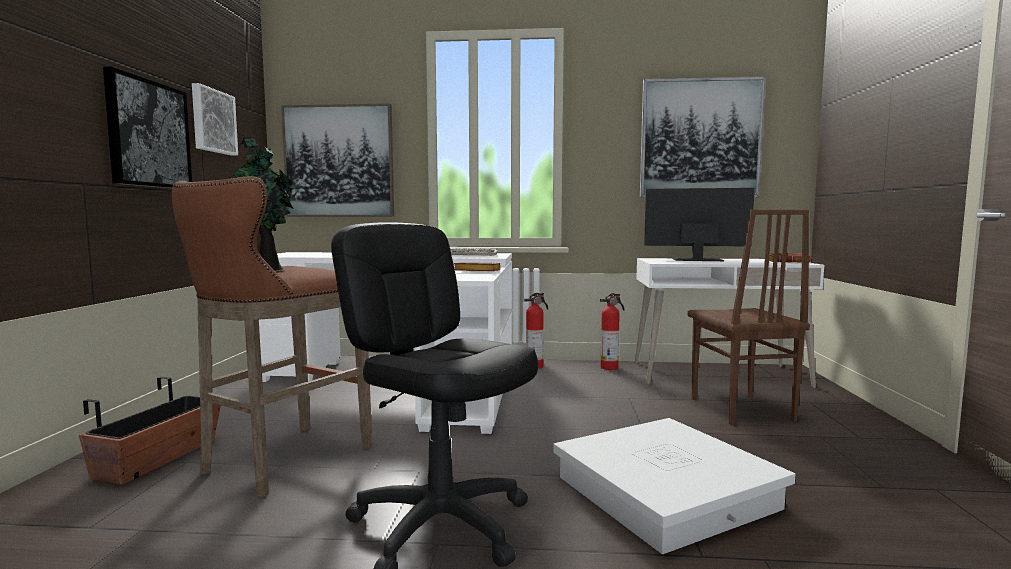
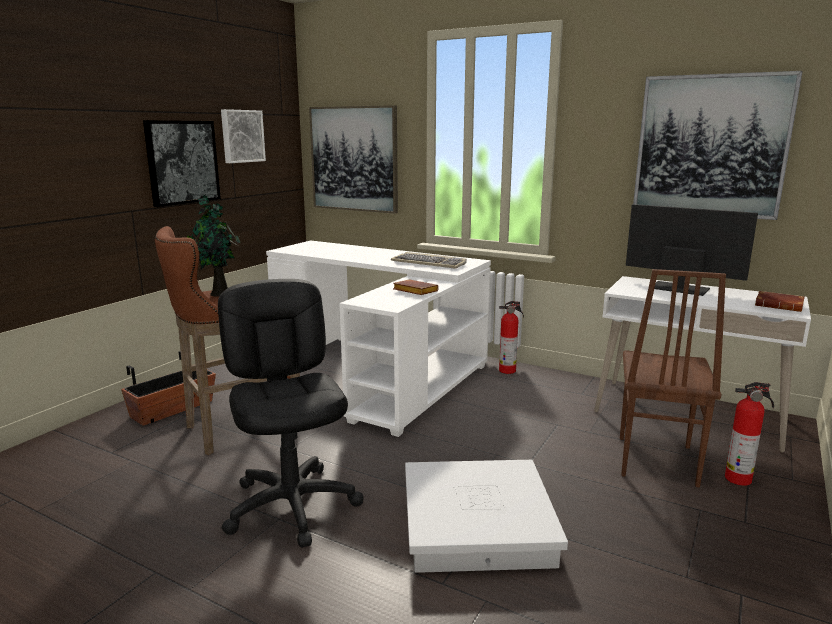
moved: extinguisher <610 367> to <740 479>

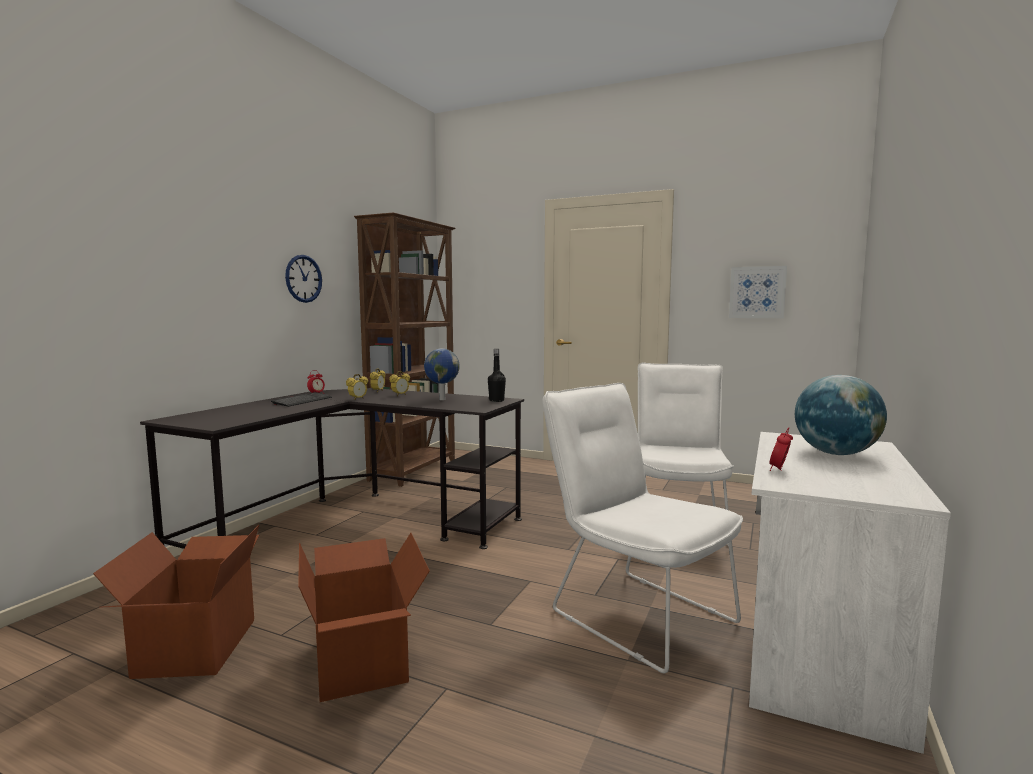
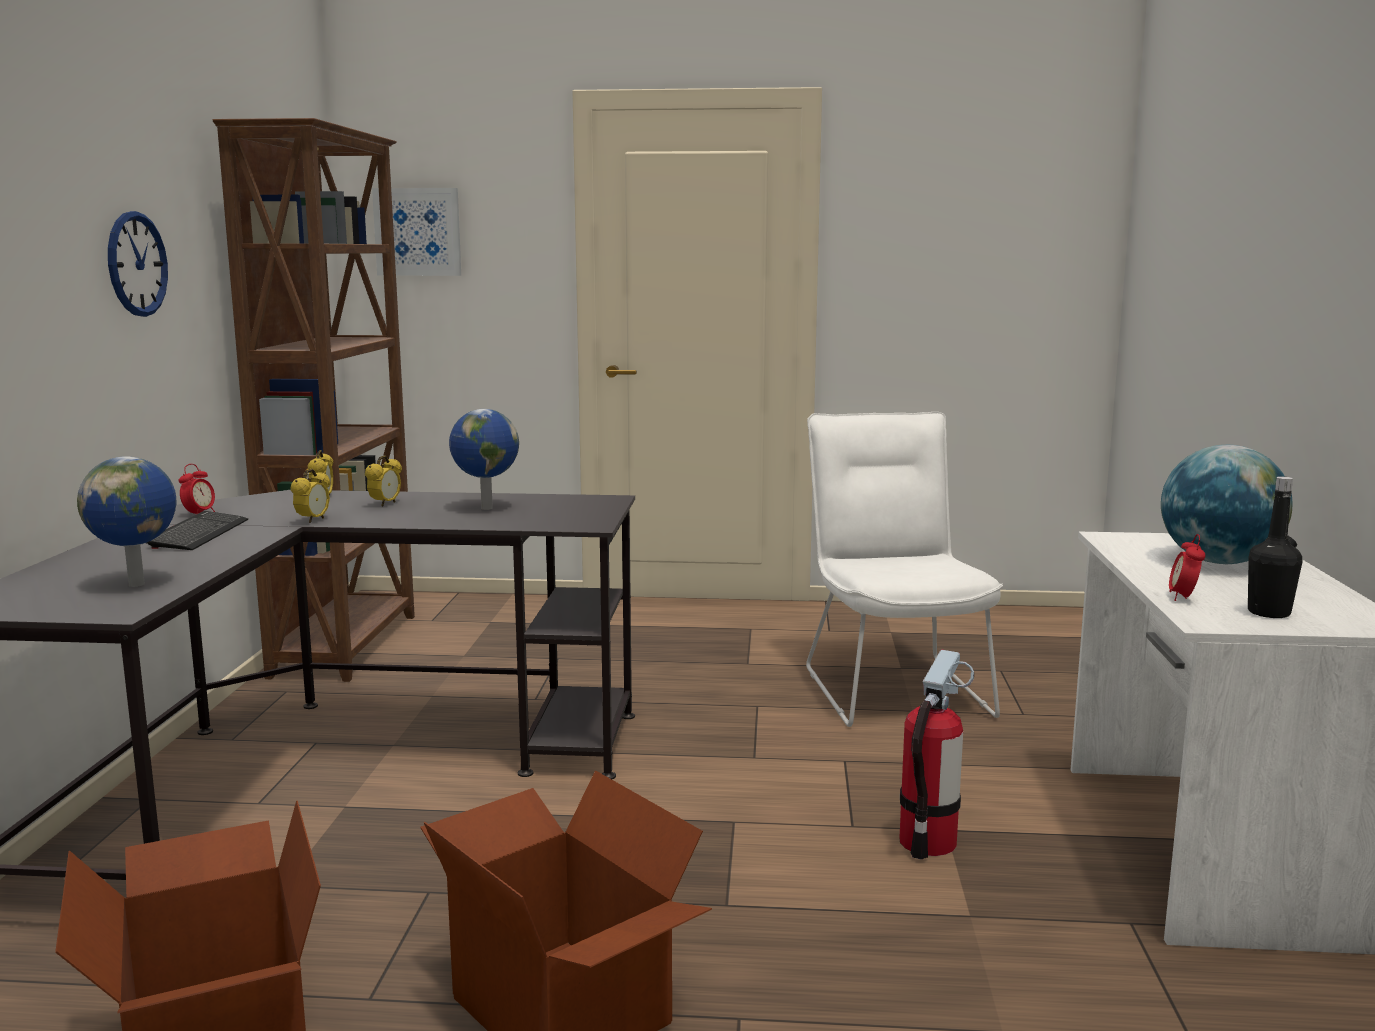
added: world_globe <139 584>
moved: blackish_beverage_bottle <496 400> to <1269 613>; picture <757 292> to <418 232>
replaced: white_chair <633 612> to extinguisher <928 842>

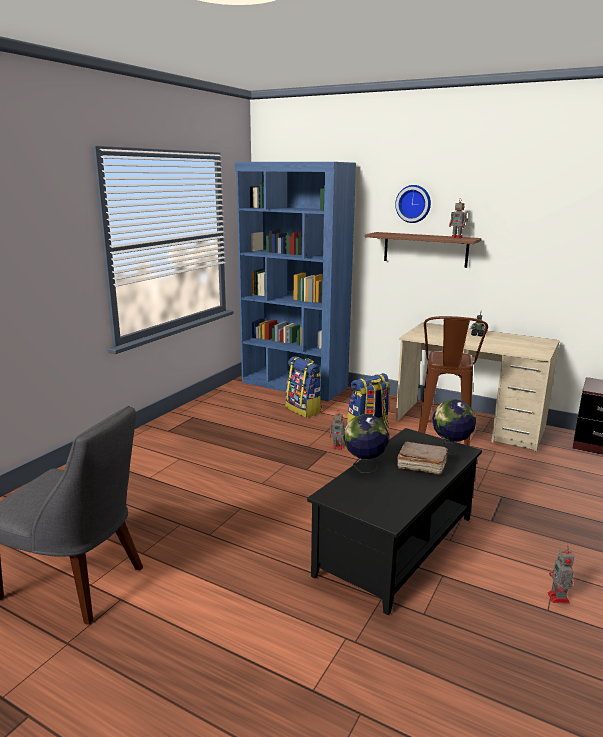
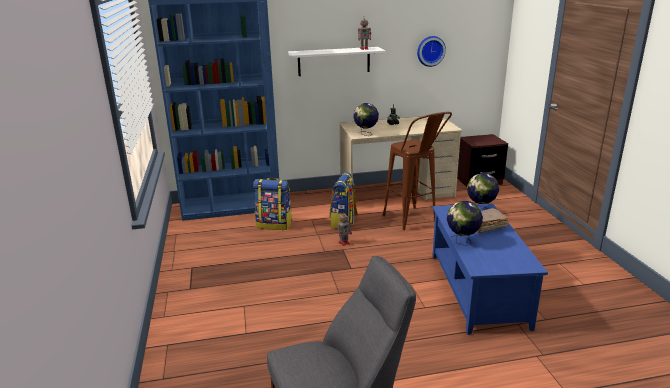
removed: robot_figure <558 598>
added: world_globe <366 134>
moved: hanging_clock <414 203> to <430 51>
recoloured: blackish_lounge_table <395 545> to blue_lounge_table <476 289>; brown_bracket_shelf <425 249> to white_bracket_shelf <334 61>

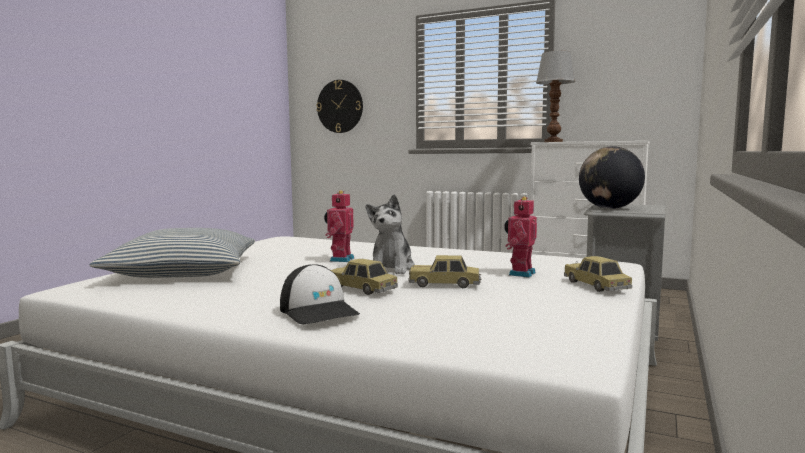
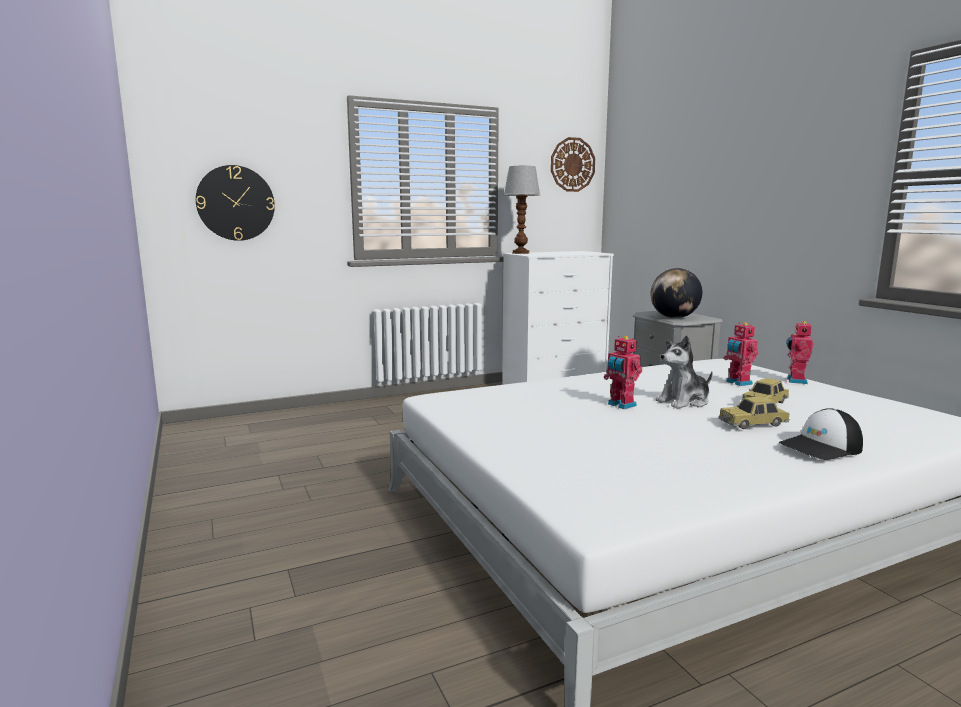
removed: cushion <184 271>
added: hanging_clock <572 164>
replaced: miniature_car <596 286> to robot_figure <795 380>
turned: cap <319 311> = <821 447> 150 degrees clockwise; cuddly_toy <392 268> = <684 401> 105 degrees clockwise

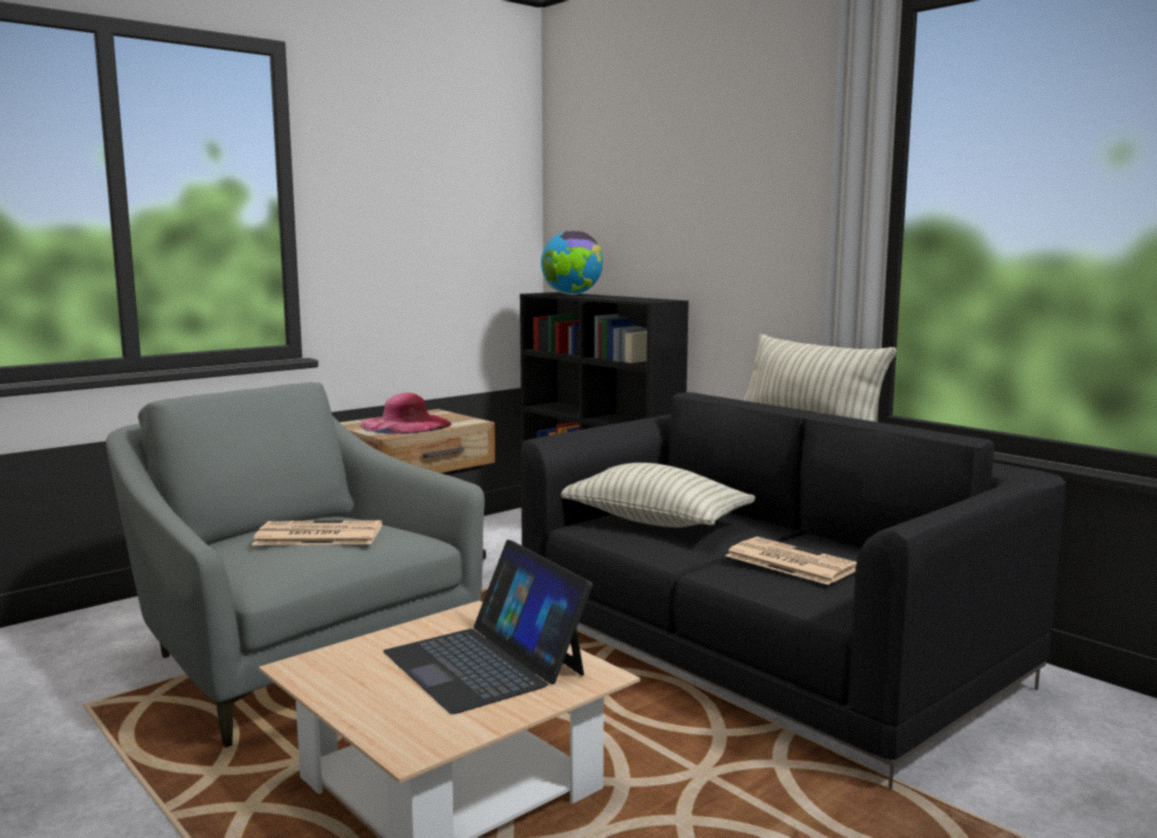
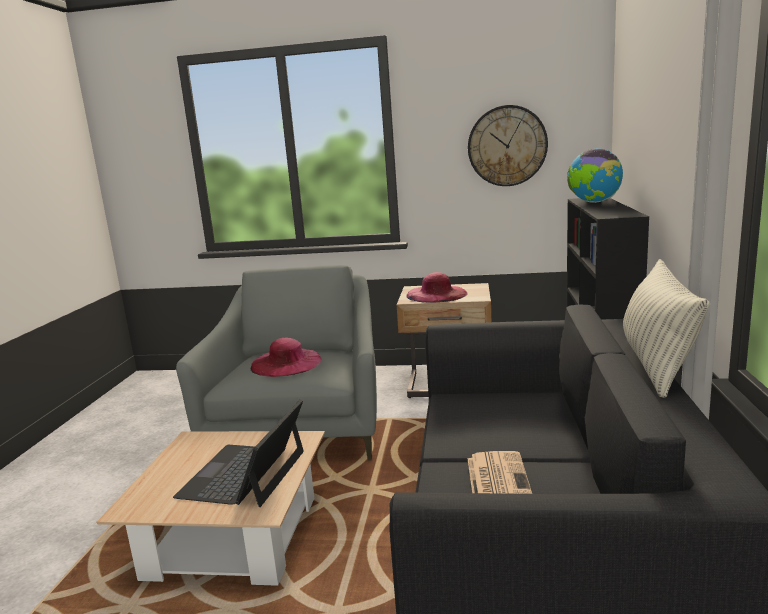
removed: cushion <654 521>
added: hanging_clock <507 146>
replaced: printed_paper <317 535> to pink_wearable_hat <286 362>

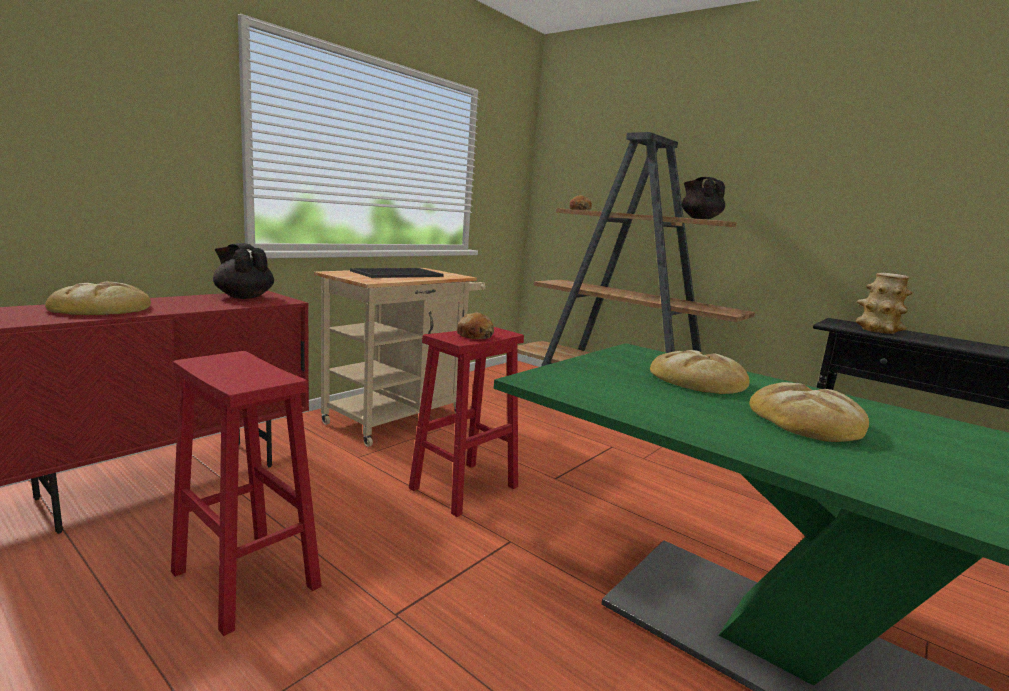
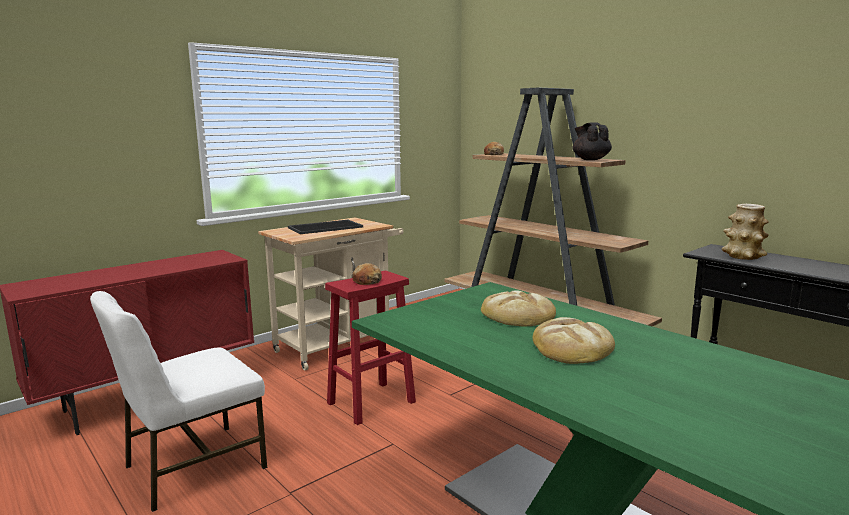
removed: bakery_bread <102 308>; blackish_teapot <243 297>
replaced: red_sitting_stool <244 578> to white_chair <192 466>

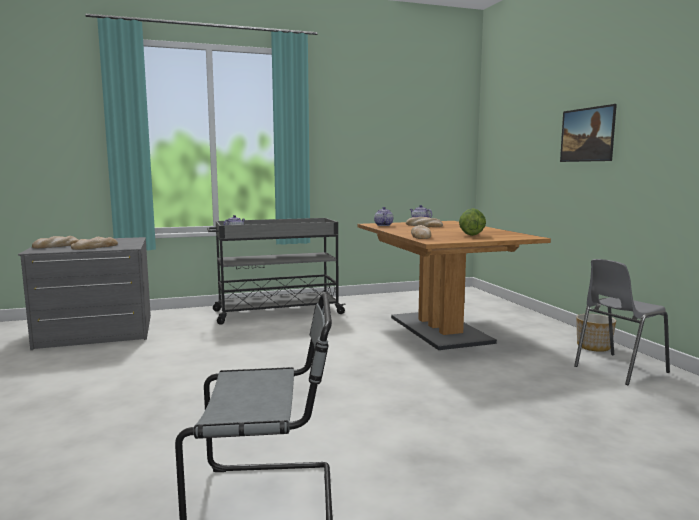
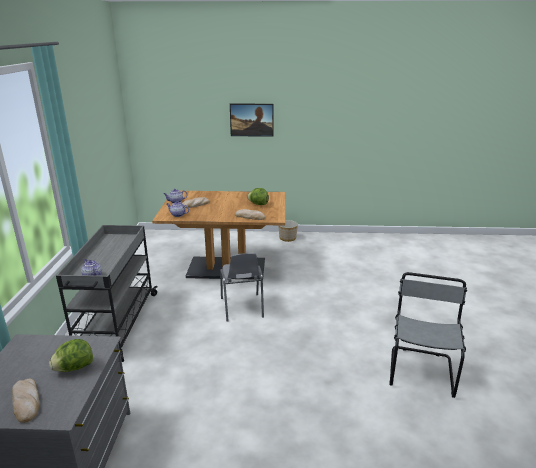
moved: greyish_chair <618 369> to <242 308>
replaced: bakery_bread <95 247> to lettuce_head <74 368>

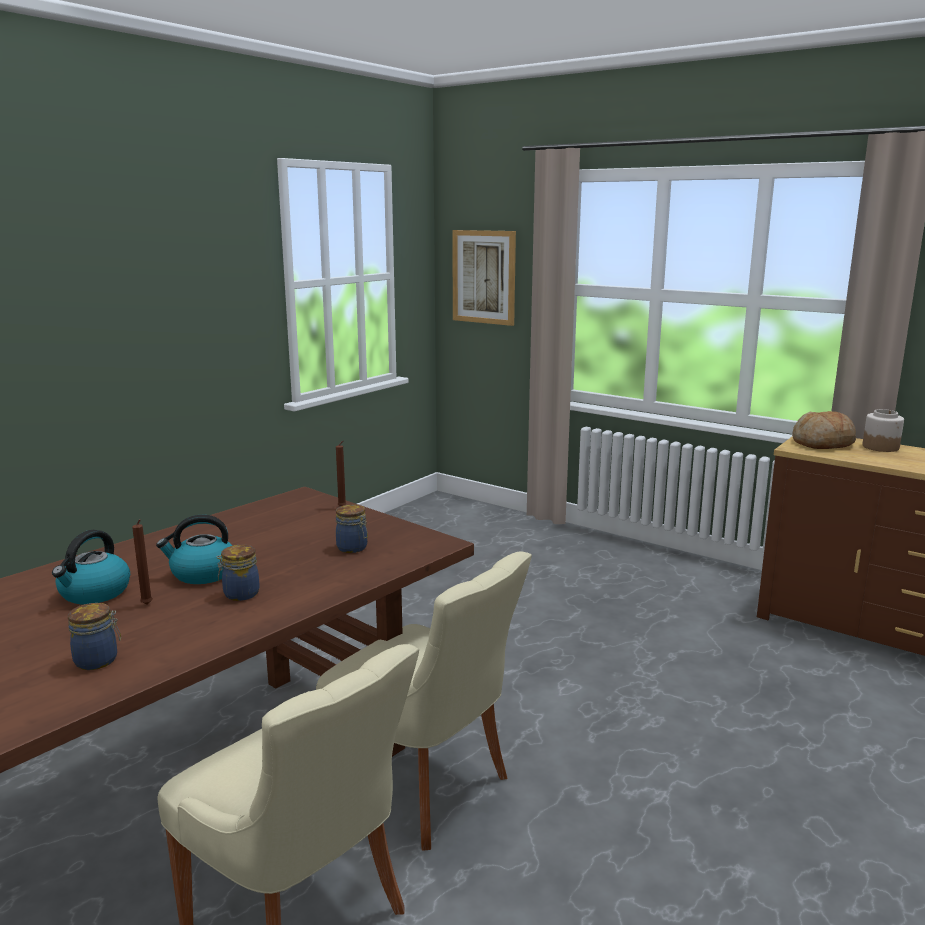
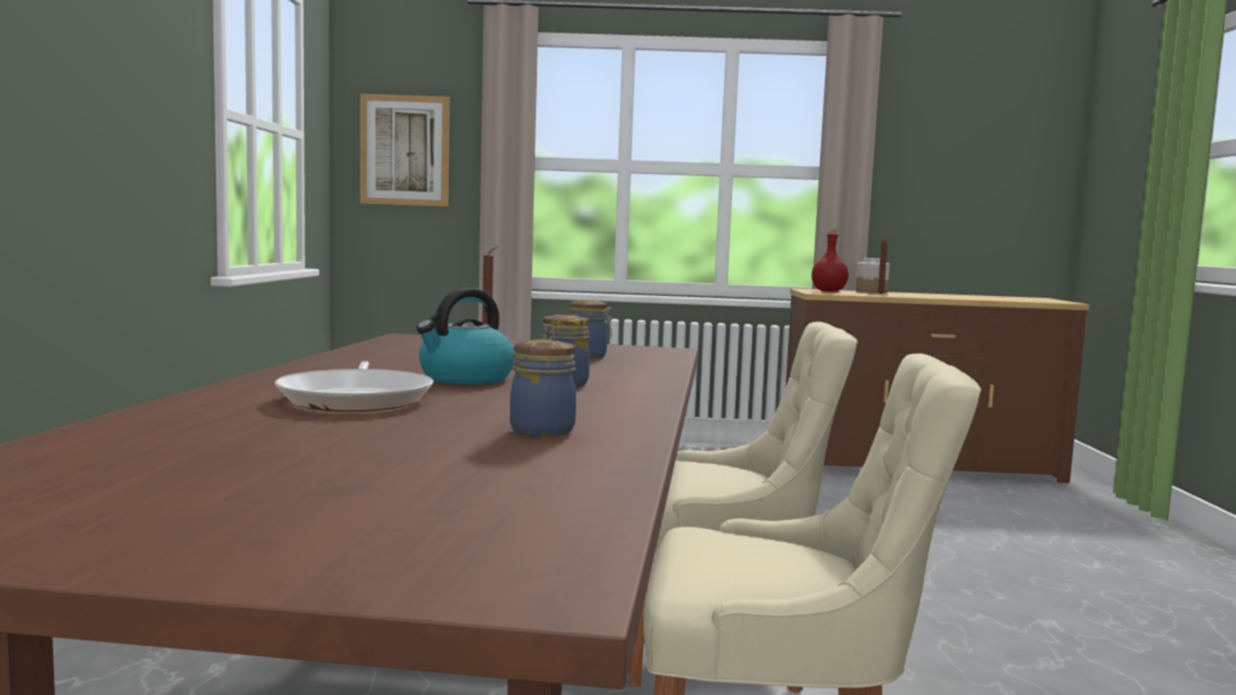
moved: brown_wax_candle <147 605> to <882 294>
replaced: tea_kettle <94 593> to pan <357 398>; bakery_bread <822 443> to red_beverage_bottle <829 291>

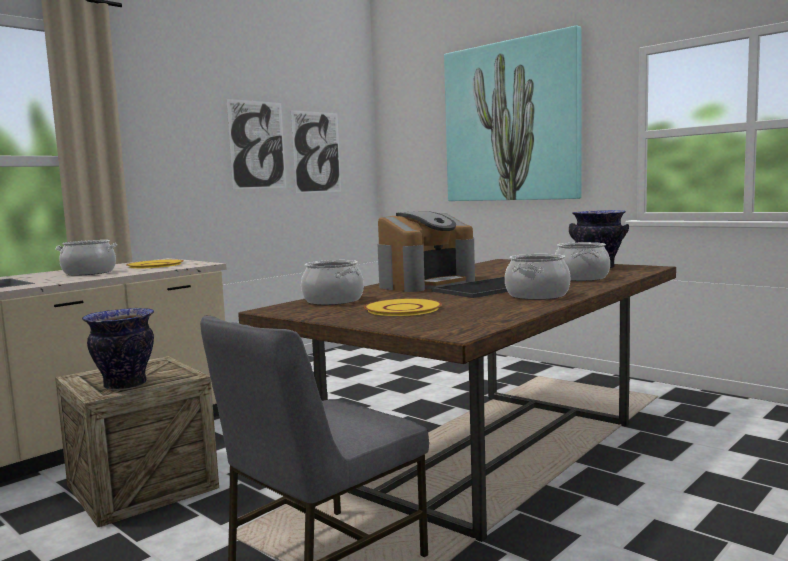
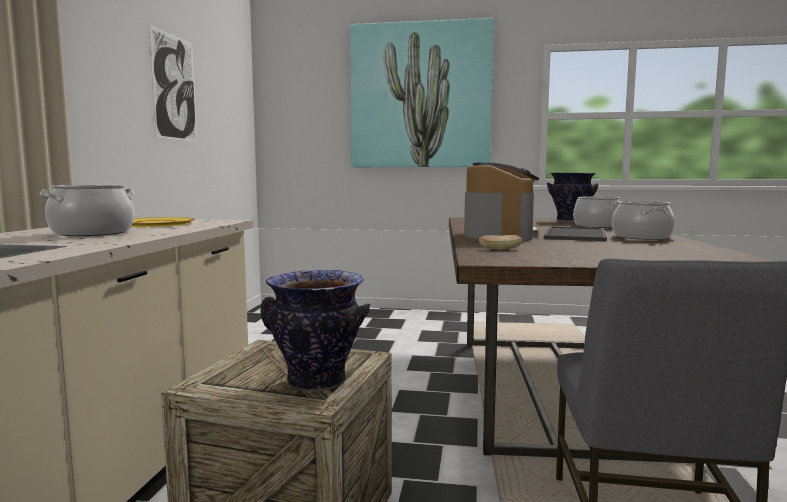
removed: picture <316 152>; yellow-coloured_dinner_plate <402 309>
replaced: saucepot <333 300> to bakery_bread <500 249>

